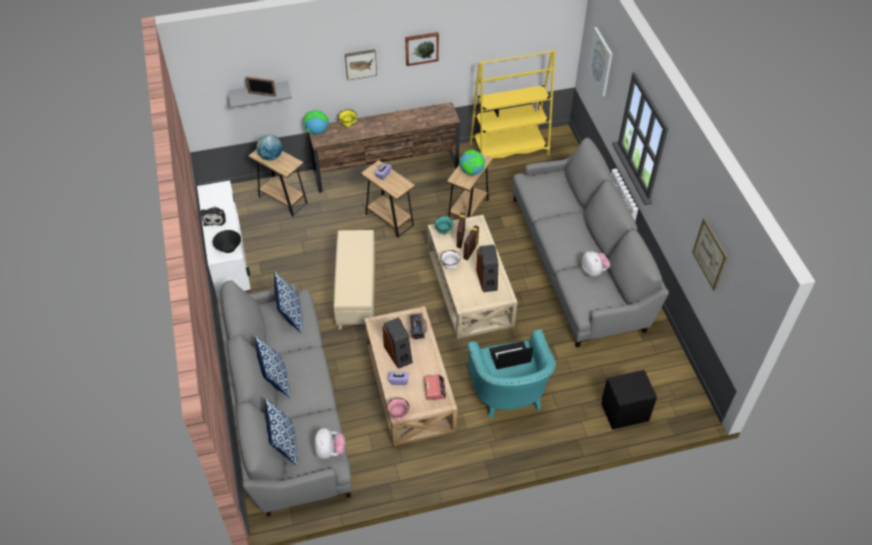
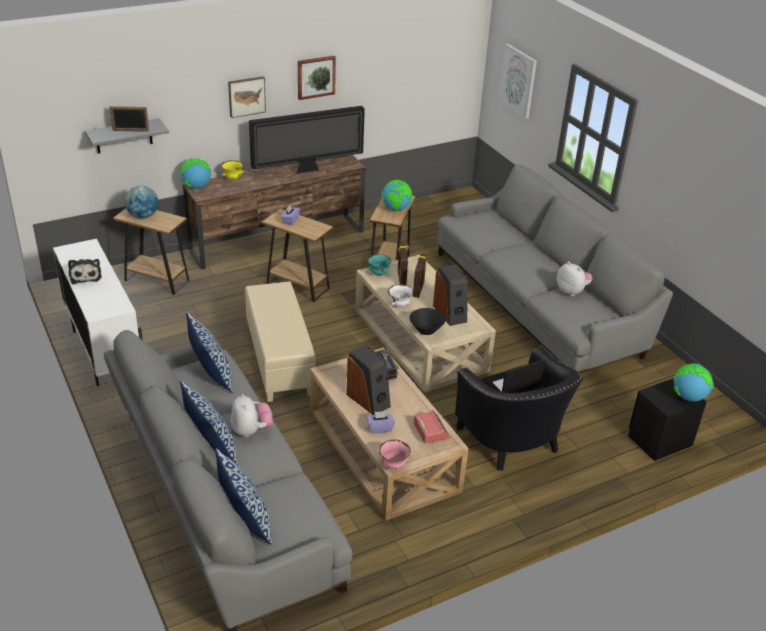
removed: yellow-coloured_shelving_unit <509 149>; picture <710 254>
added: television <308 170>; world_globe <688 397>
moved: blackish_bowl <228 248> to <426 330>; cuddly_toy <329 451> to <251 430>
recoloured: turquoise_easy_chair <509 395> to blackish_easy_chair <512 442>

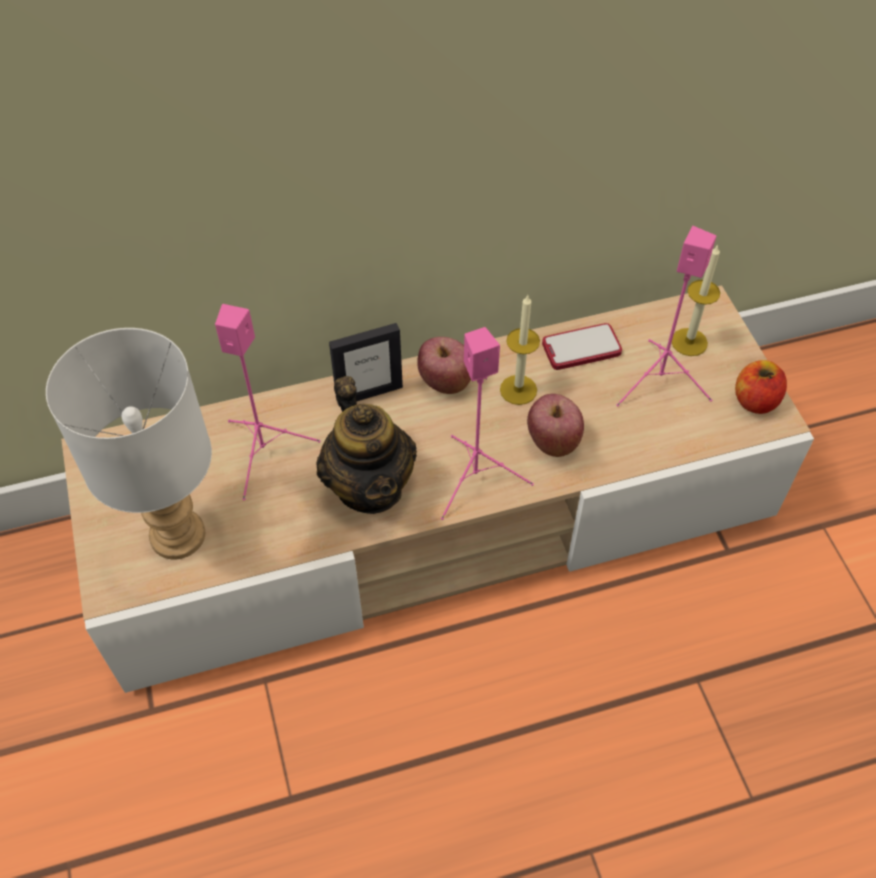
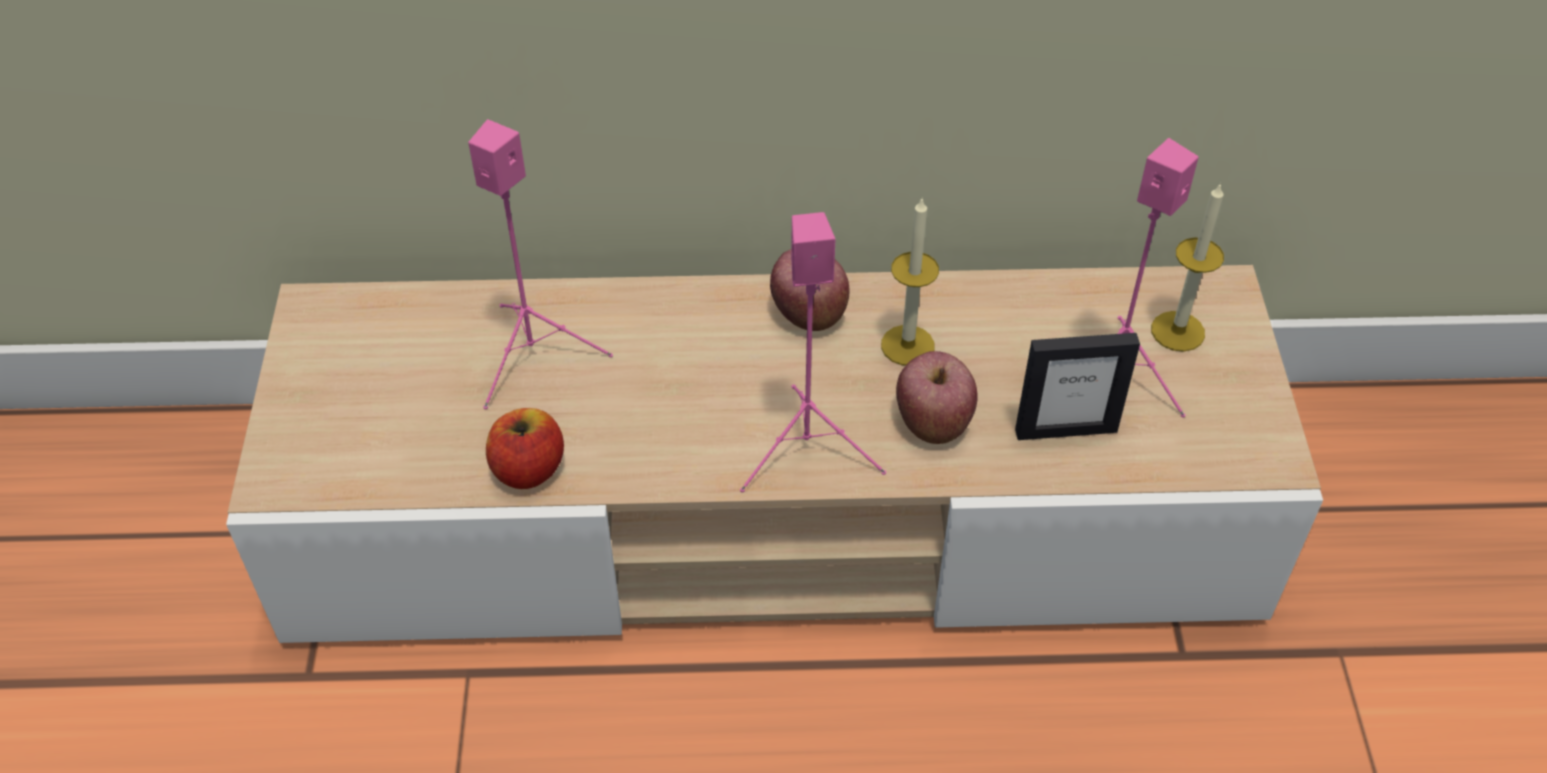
removed: white_table_lamp <175 536>; teapot <370 486>; phone <581 348>
moved: standing_frame <369 393> to <1065 430>; apple <755 400> to <528 469>

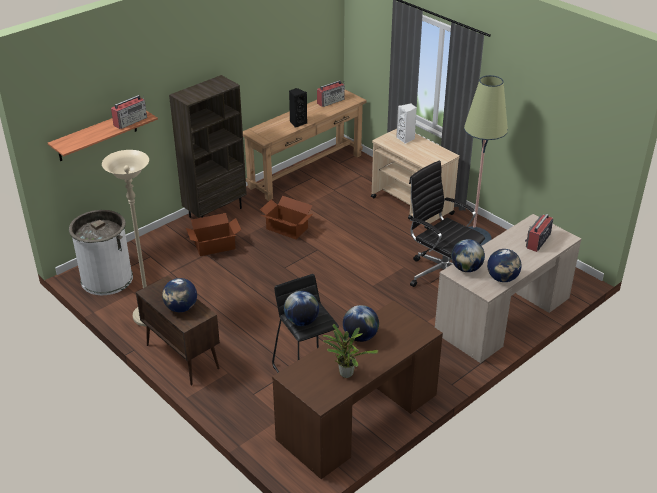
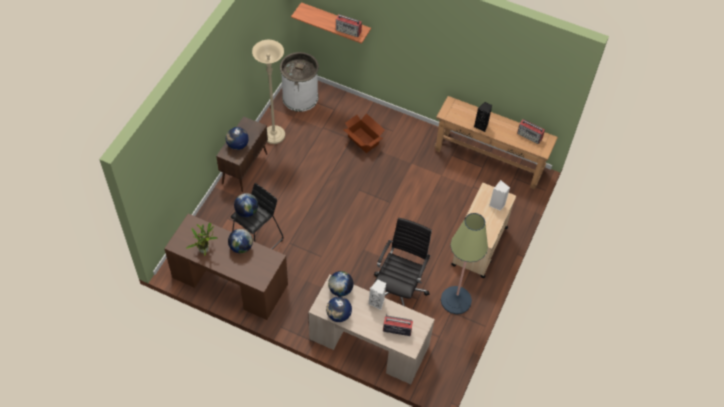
removed: brown_shelving_unit <215 212>; packing_box <287 229>
added: white_loudspeaker <377 302>

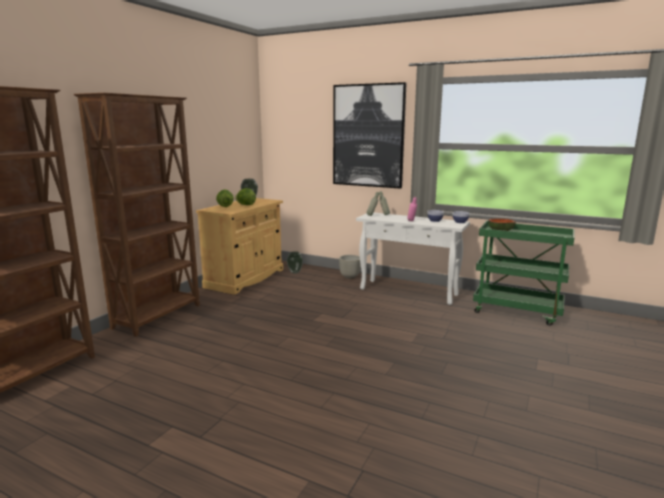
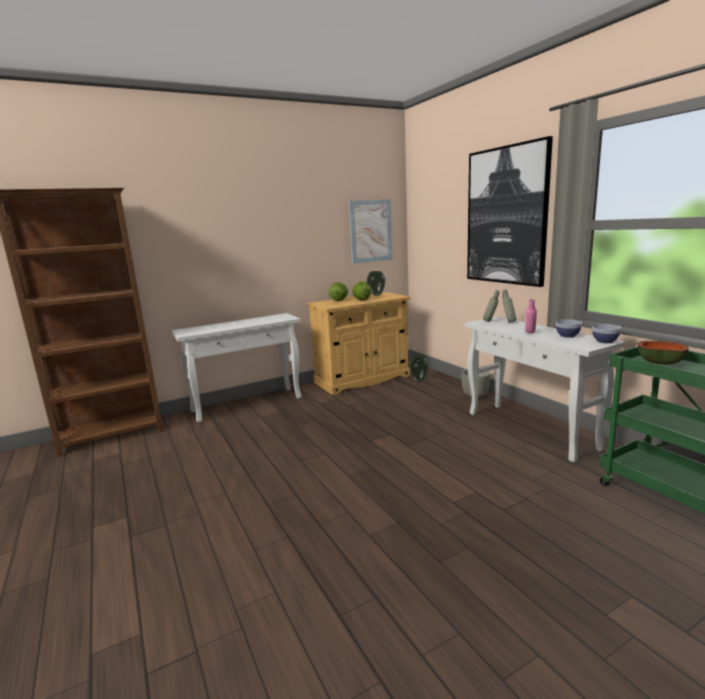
added: picture <370 231>
replaced: brown_shelving_unit <159 316> to white_narrow_table <248 404>

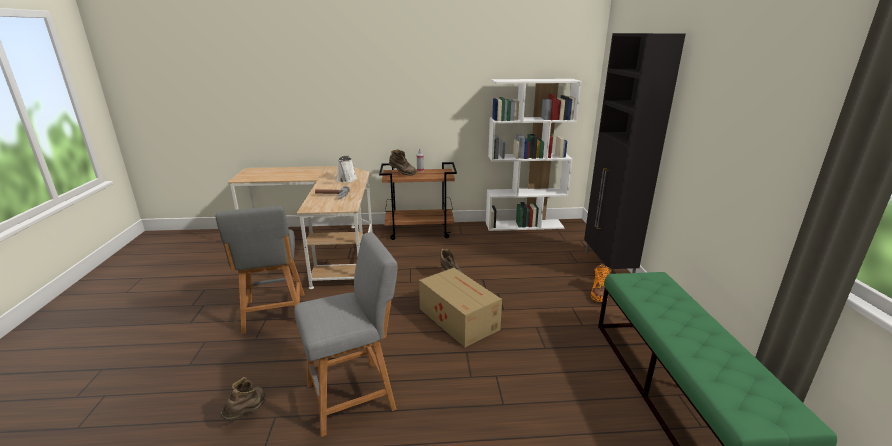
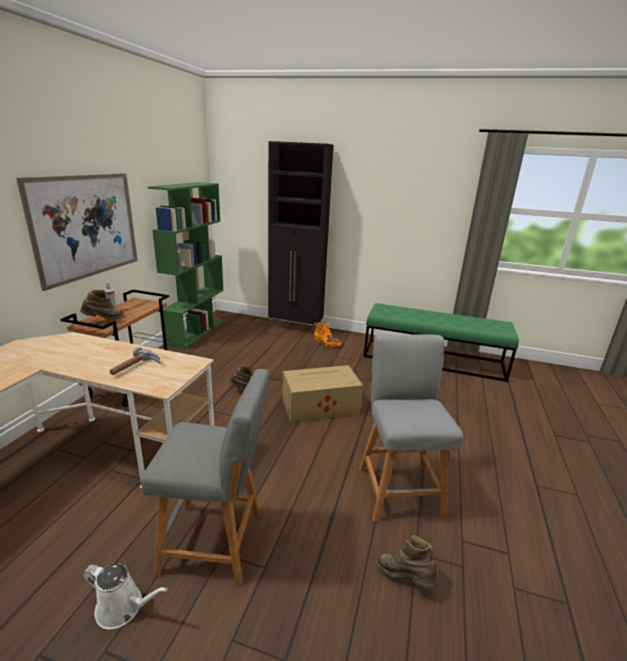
added: picture <87 226>
moved: white_watering_pot <346 180> to <123 607>
recoloured: white_shelving_unit <524 225> to green_shelving_unit <196 332>

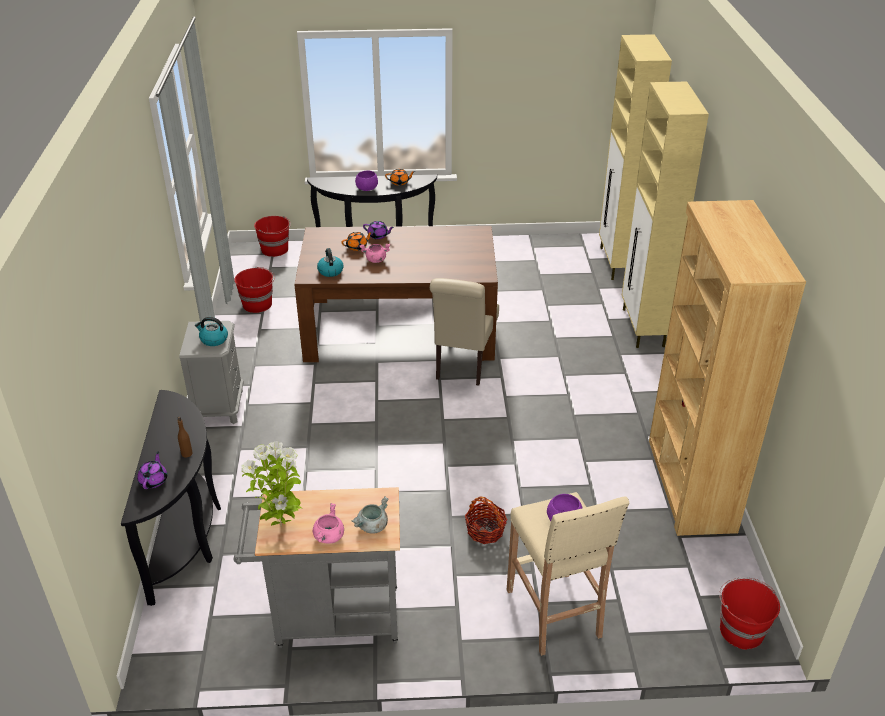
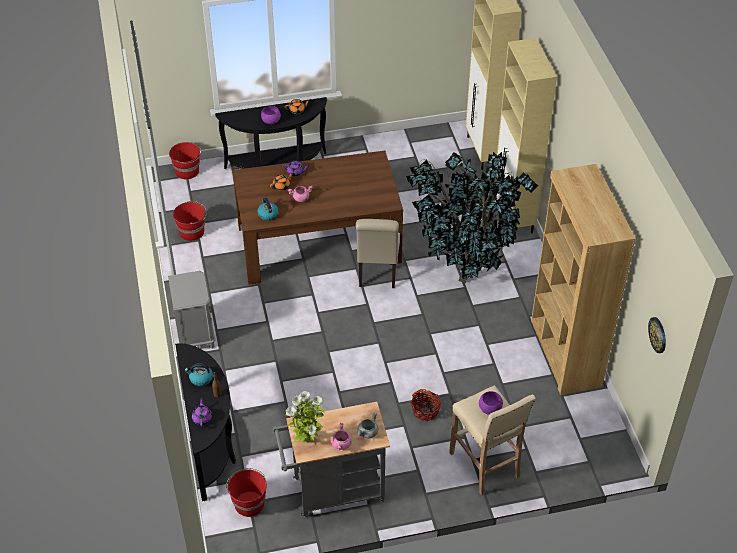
added: houseplant <465 273>; hanging_clock <658 335>
moved: tea_kettle <213 339> to <200 379>; red_pail <740 630> to <248 503>

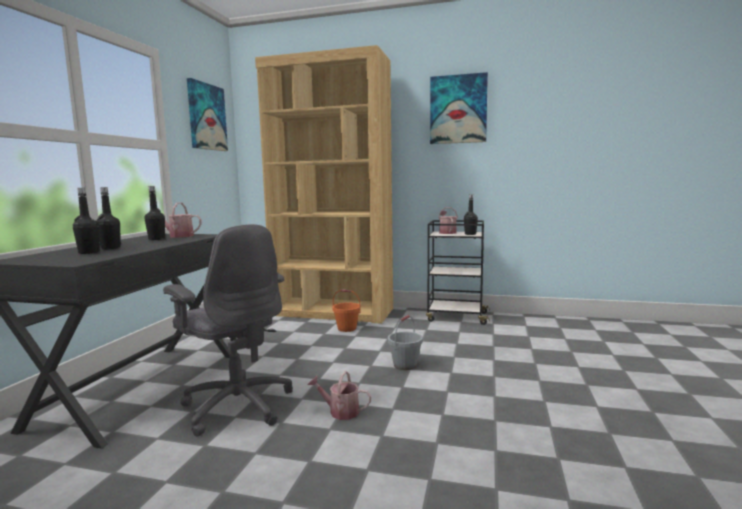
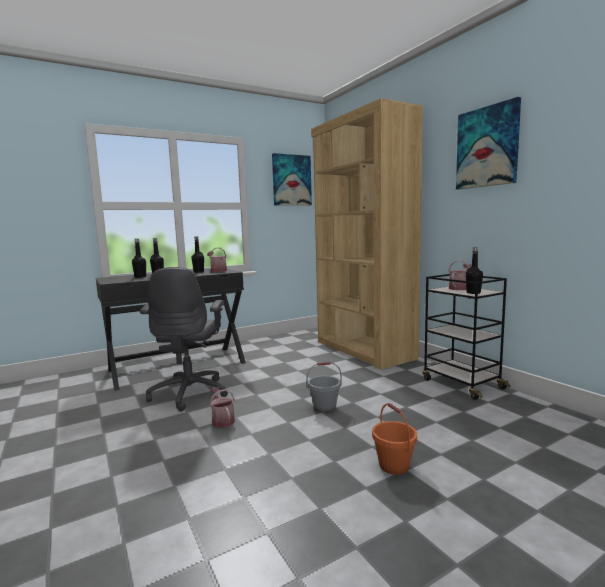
moved: orange-coloured_pail <347 328> to <394 466>

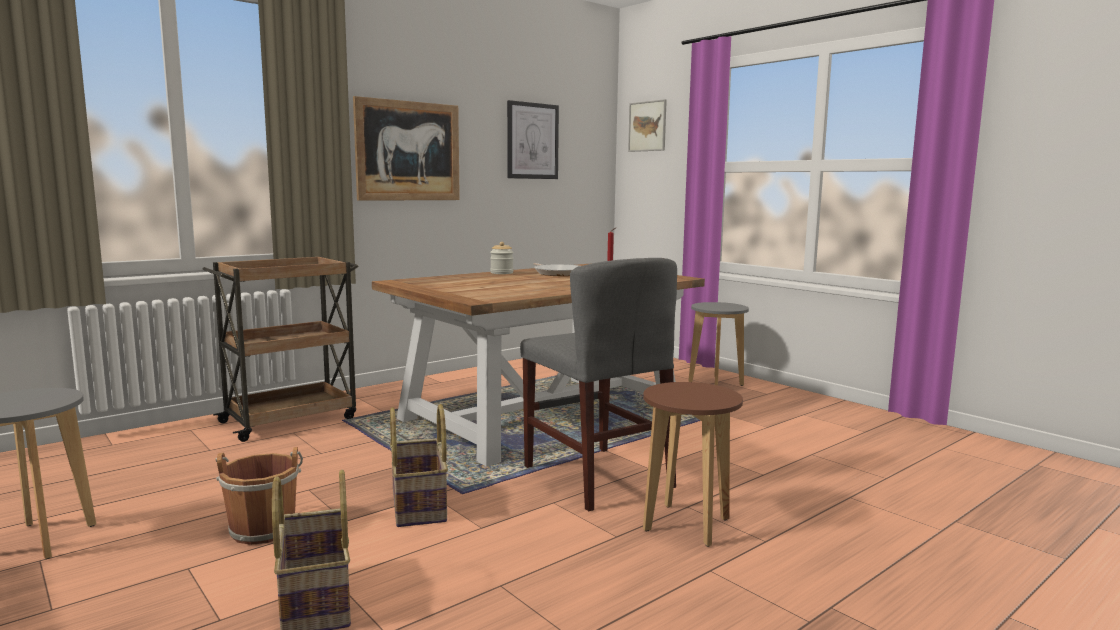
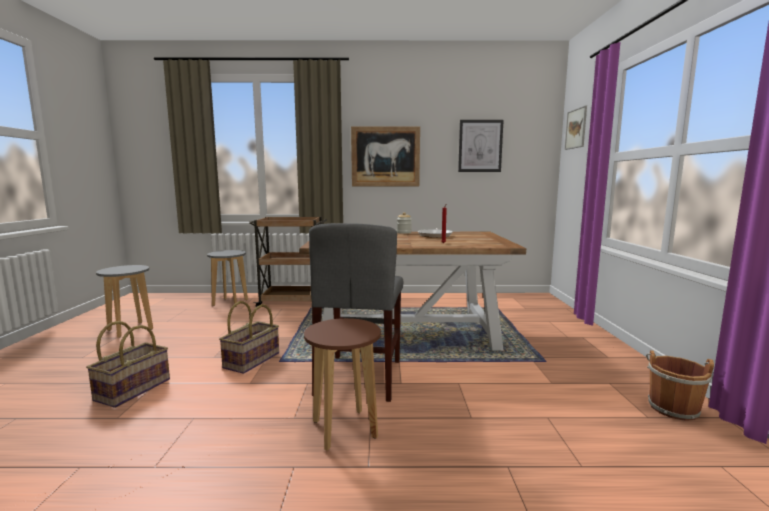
moved: brown_pail <263 528> to <672 407>; greyish_sitting_stool <715 384> to <230 302>

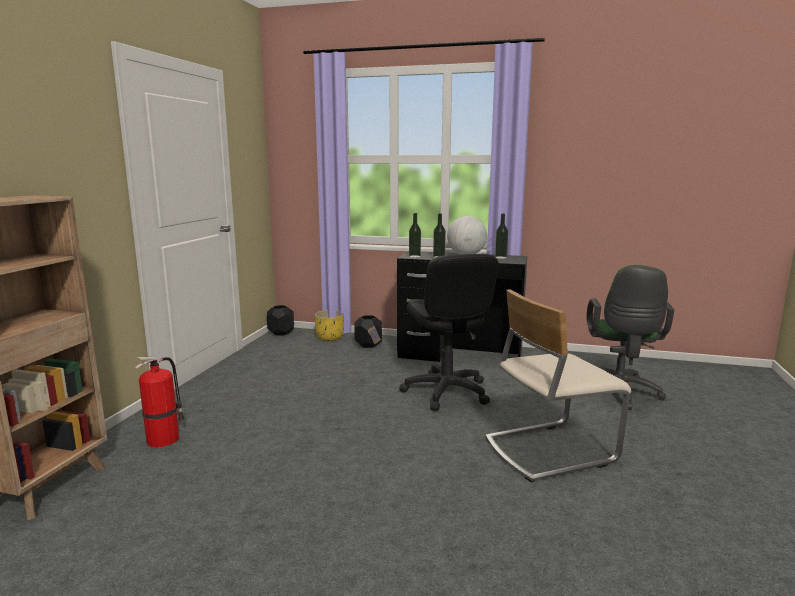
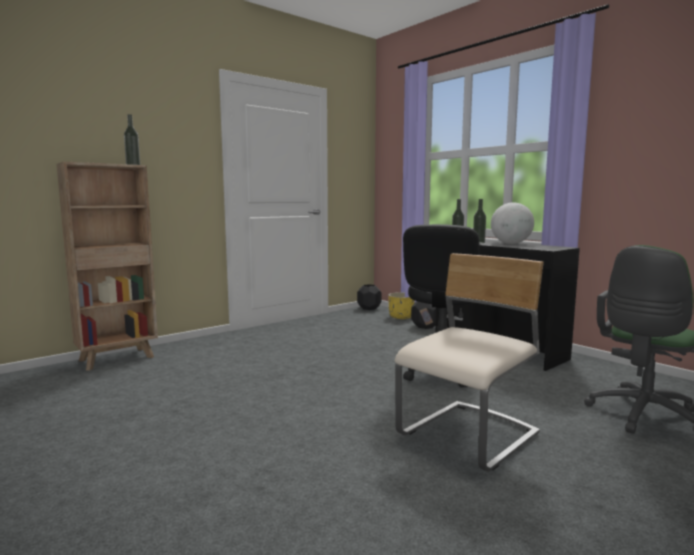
removed: extinguisher <164 439>
moved: beverage_bottle <500 257> to <133 164>
turned: sand-coloured_chair <549 450> = <469 437> 120 degrees clockwise

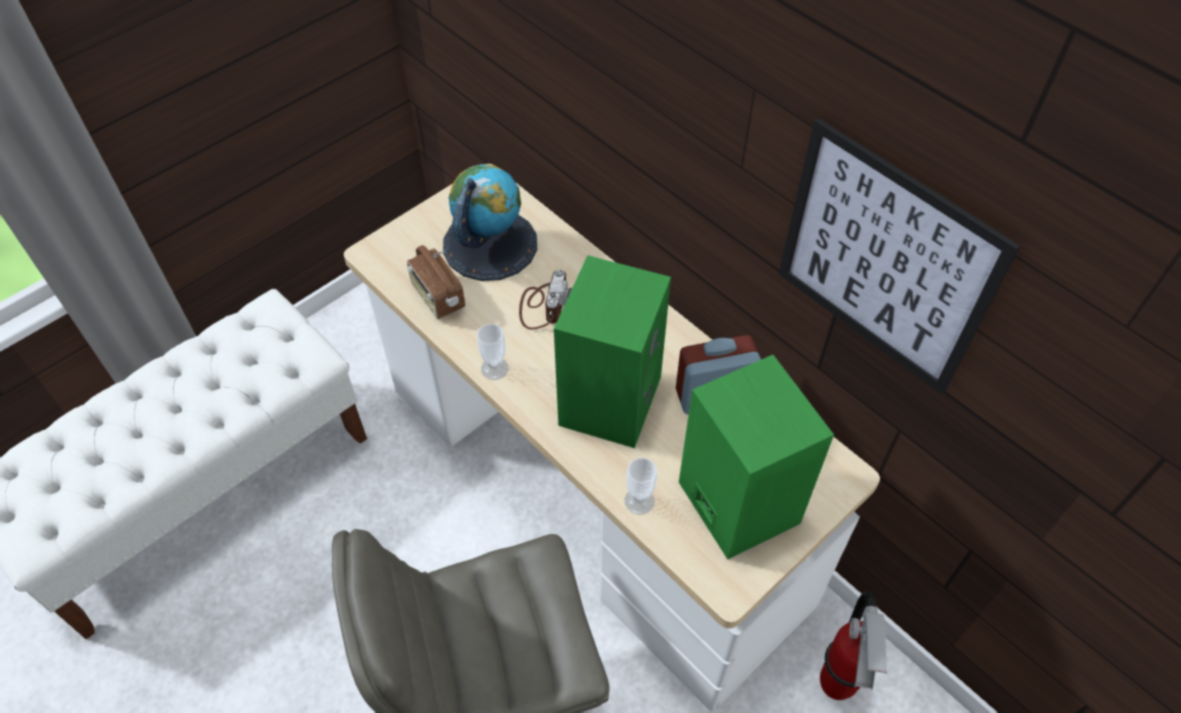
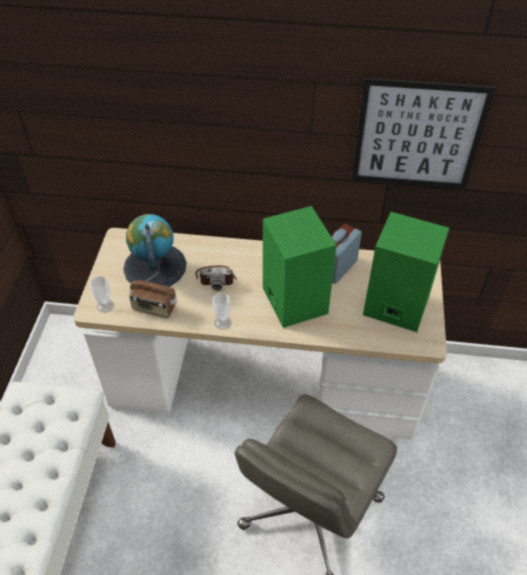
removed: extinguisher <837 685>
moved: drinking_cup <639 501> to <105 306>
turned: photo_camera <545 305> = <216 278> 120 degrees clockwise

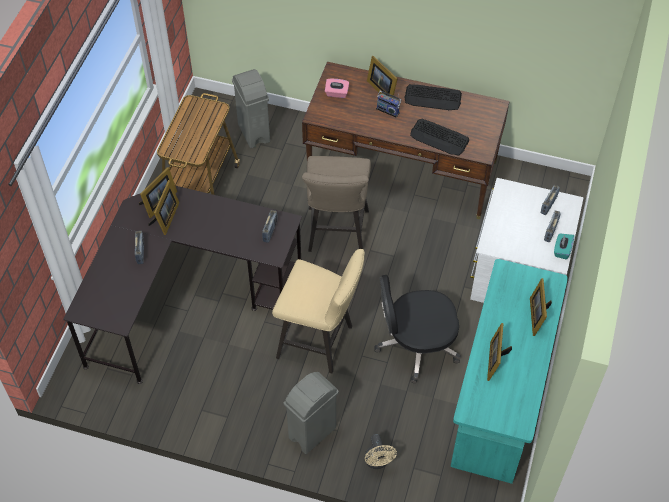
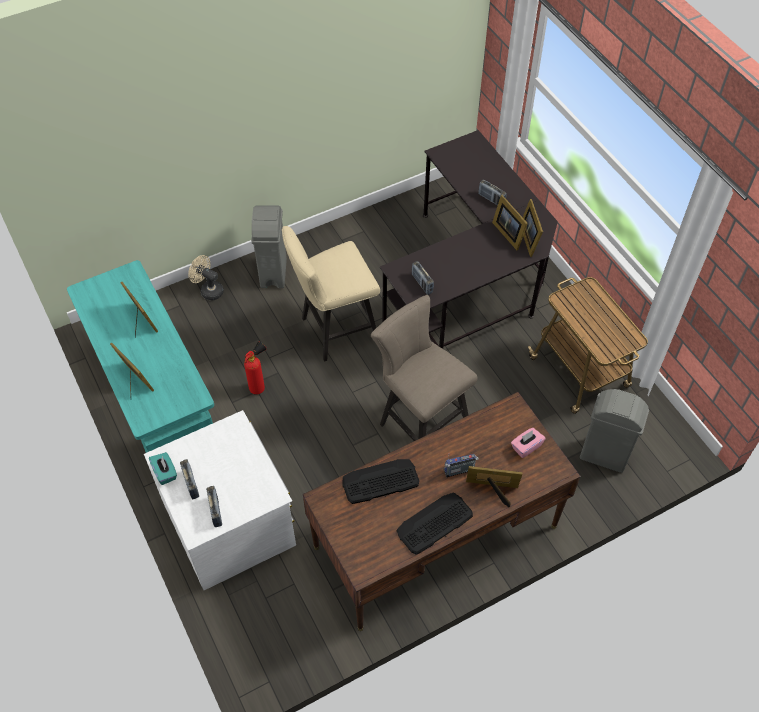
replaced: blackish_office_chair <416 345> to extinguisher <259 386>

